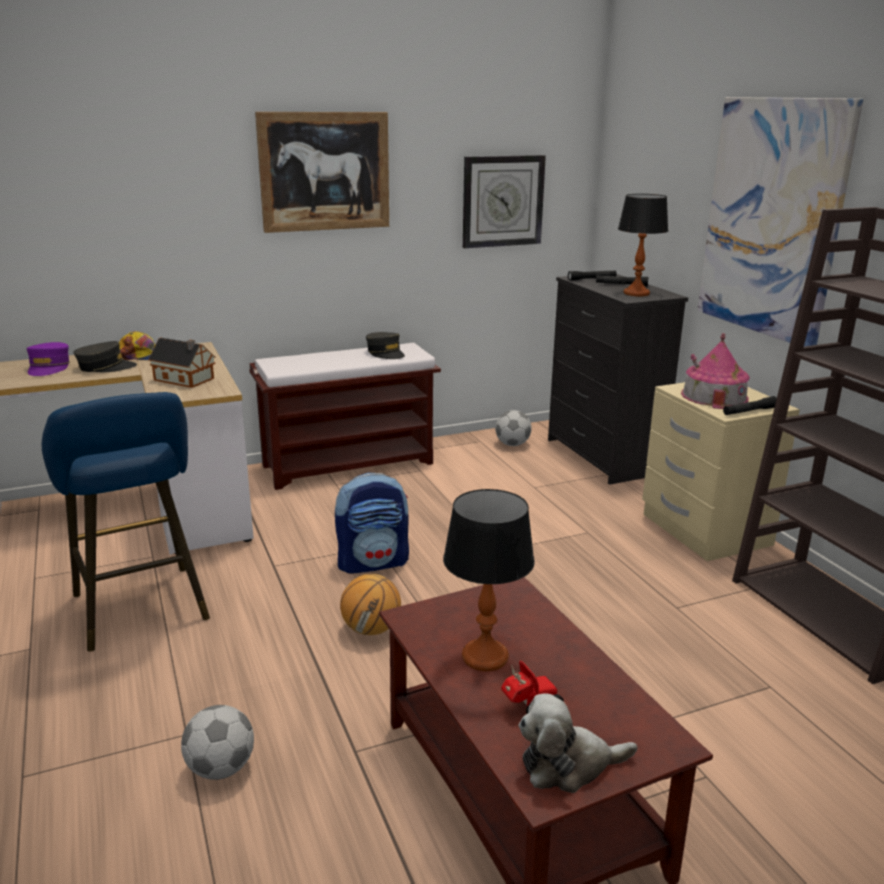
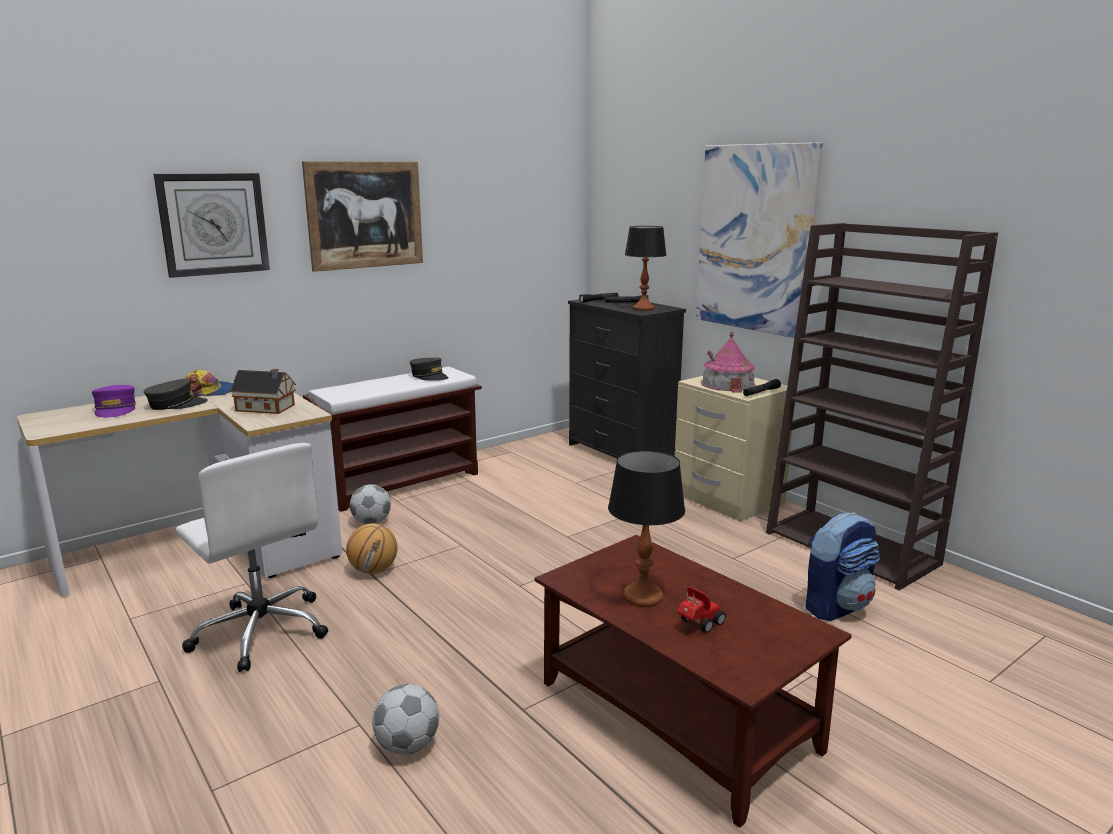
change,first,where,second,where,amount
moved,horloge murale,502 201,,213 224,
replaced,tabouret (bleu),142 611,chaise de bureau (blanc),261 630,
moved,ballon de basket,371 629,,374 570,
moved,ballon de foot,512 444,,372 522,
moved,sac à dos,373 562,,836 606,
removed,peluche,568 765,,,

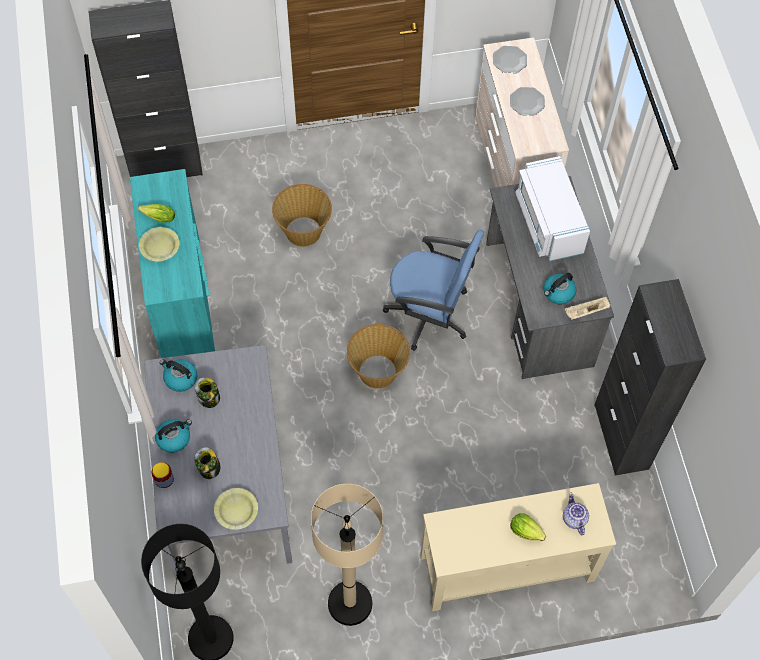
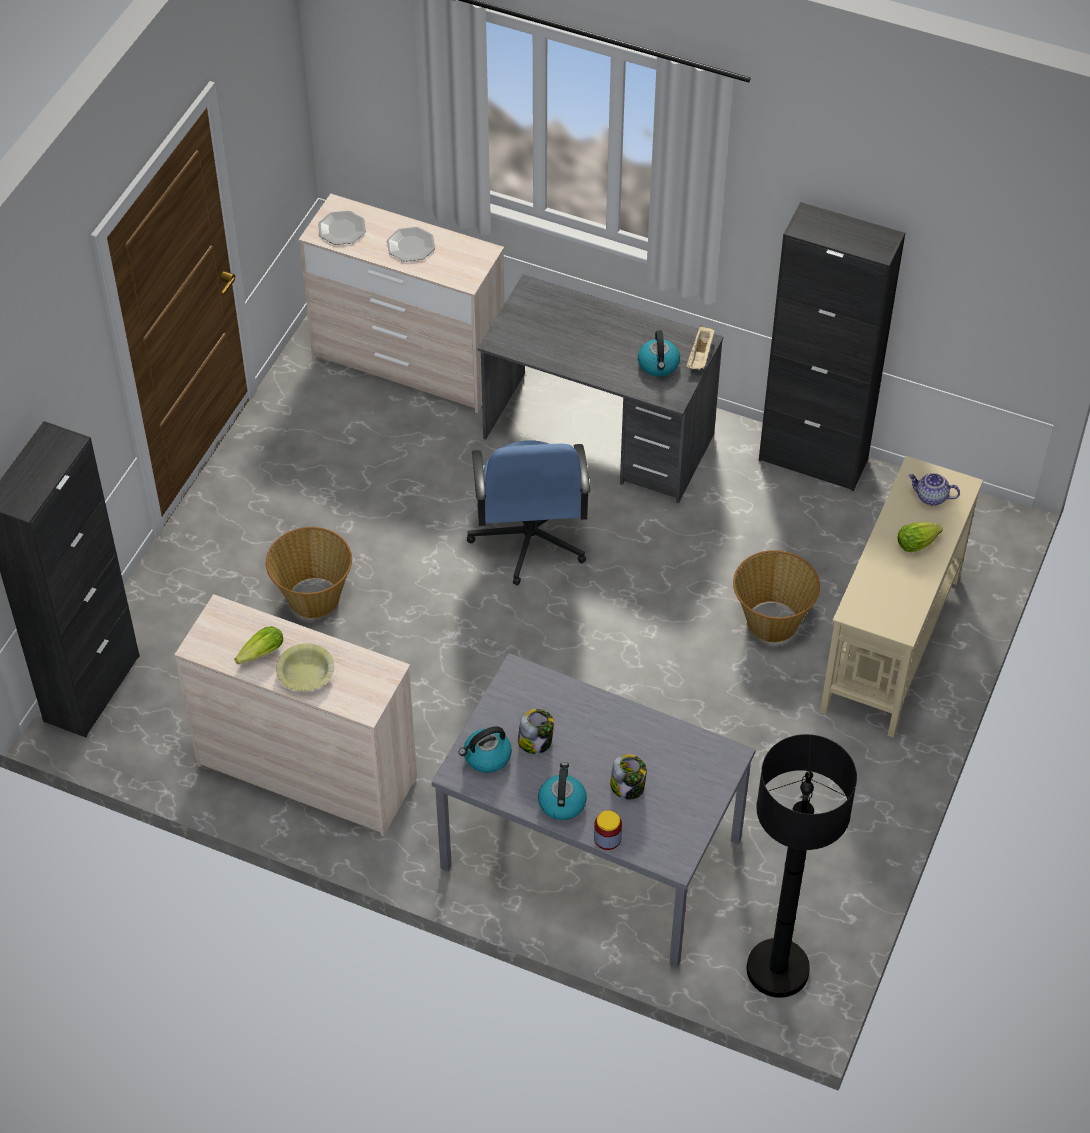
change,first,where,second,where,amount
recoloured,commode (turquoise),183 302,commode (beige),308 769,
turned,chaise de bureau (bleu),430 314,,529 539,120 degrees clockwise
moved,panier,378 371,,772 620,
removed,bol (jaune),236 511,,,
removed,lampadaire (beige),350 603,,,
removed,micro-ondes (blanc),548 222,,,

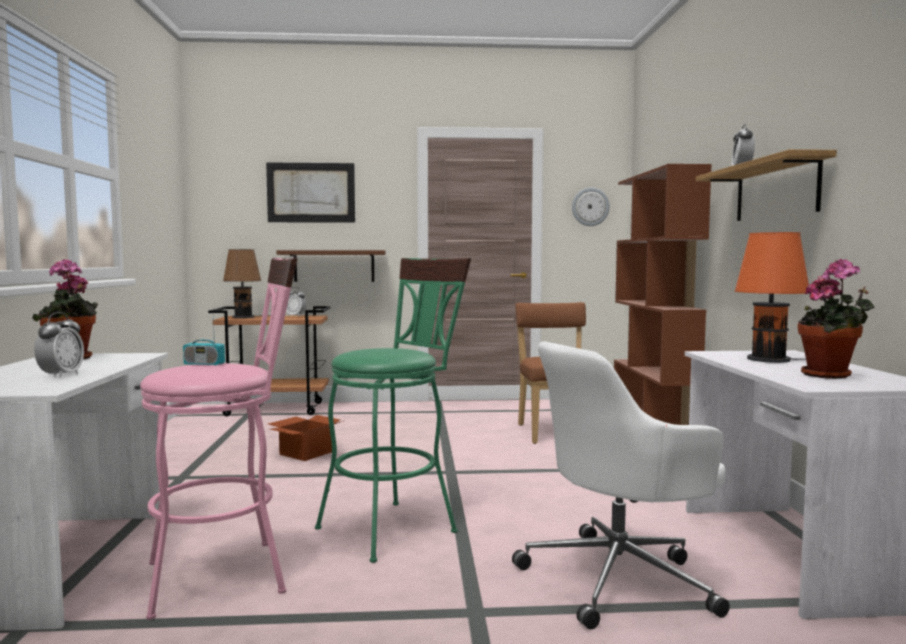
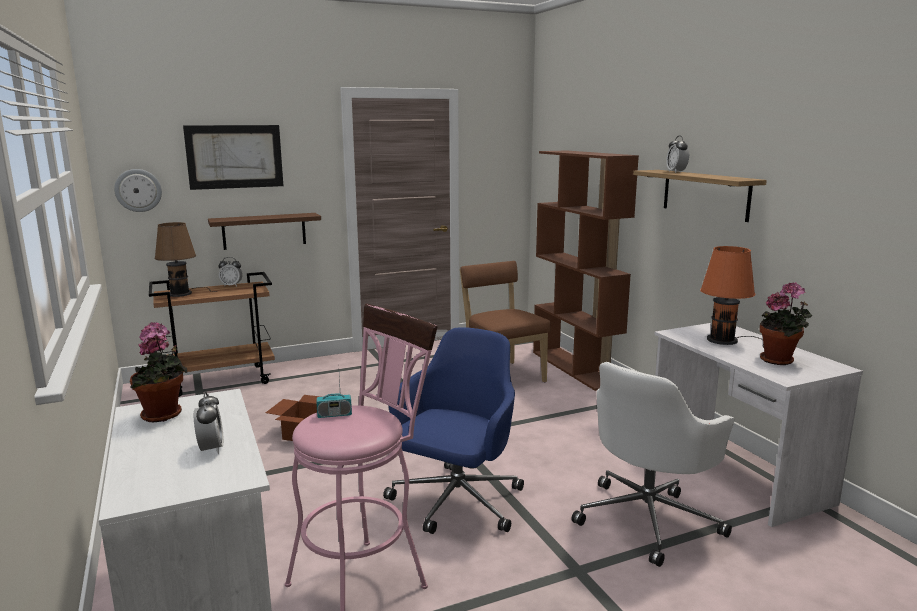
change,first,where,second,where,amount
moved,horloge murale,590 207,,138 190,
replaced,tabouret (vert),395 526,chaise de bureau (bleu),456 503,

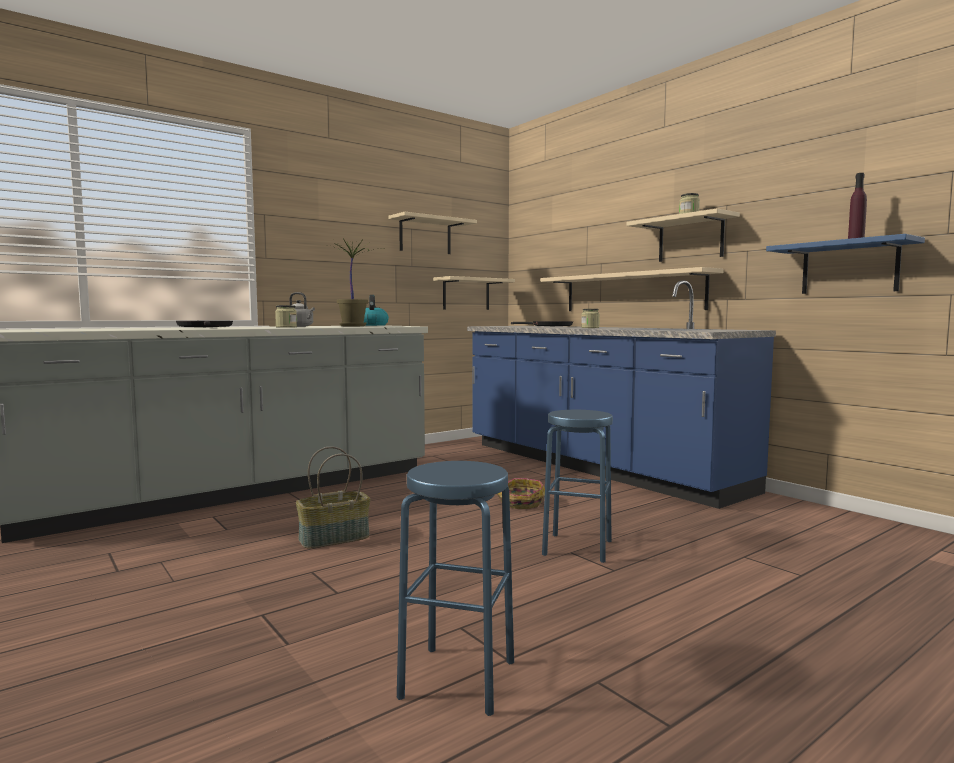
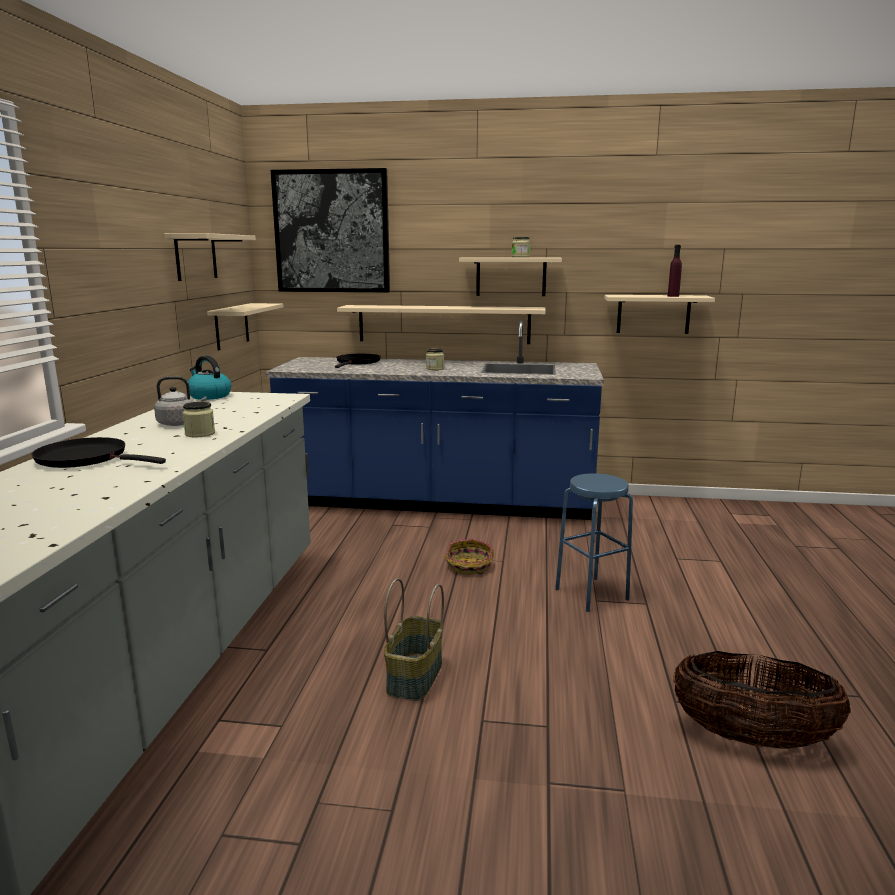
change,first,where,second,where,amount
added,,,tableau,332 232,
recoloured,étagère (bleu),849 268,étagère (beige),653 314,
replaced,tabouret (bleu),457 679,panier,751 737,
removed,plante en pot,354 326,,,

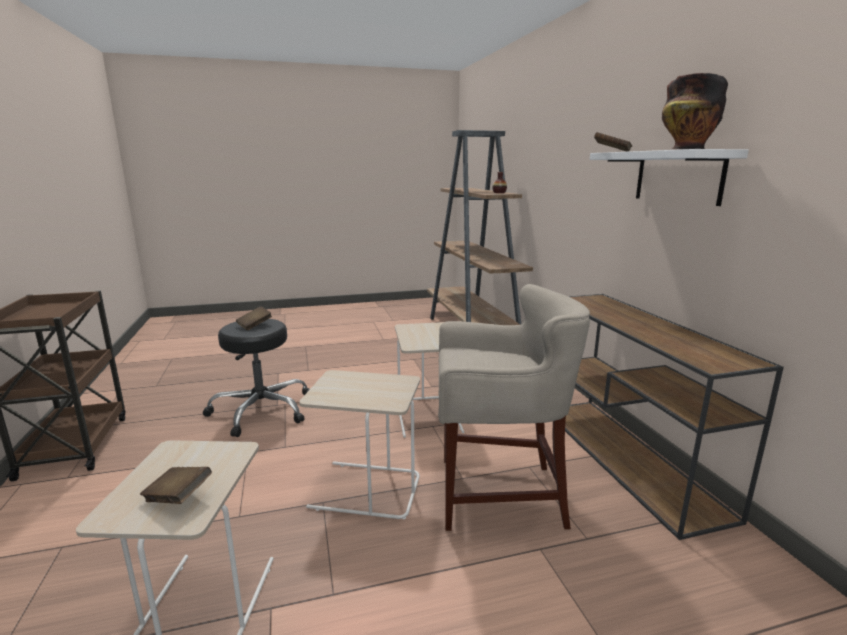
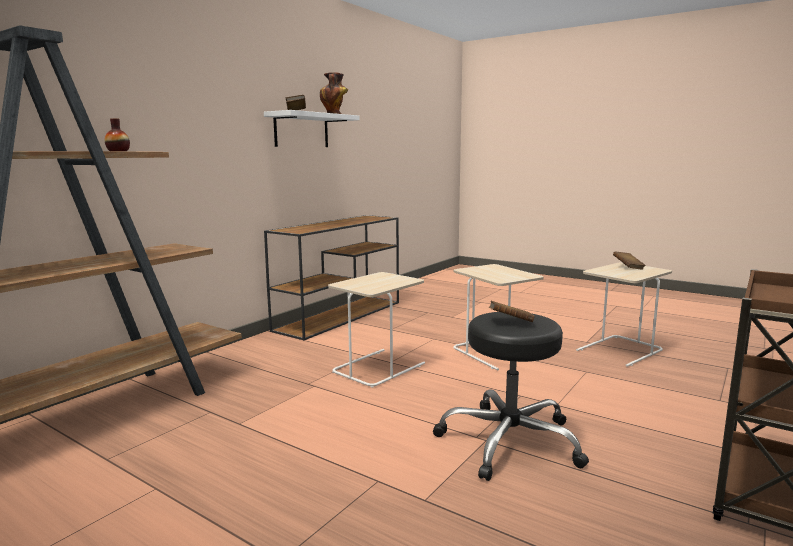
change,first,where,second,where,amount
removed,tabouret (beige),497 493,,,

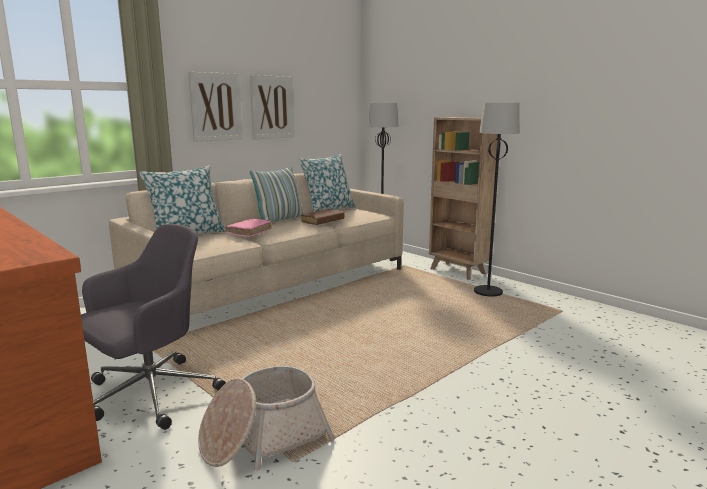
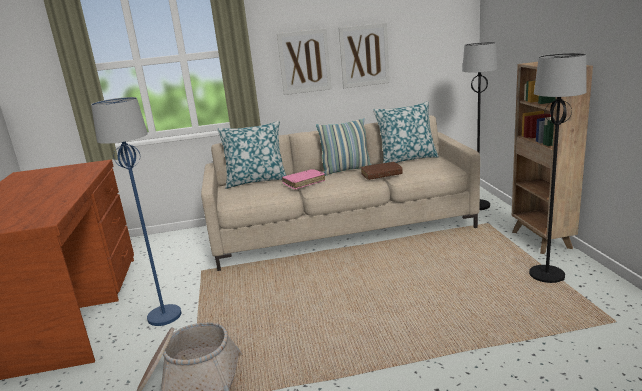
change,first,where,second,where,amount
replaced,chaise de bureau (gris),150 395,lampadaire (bleu),165 316,

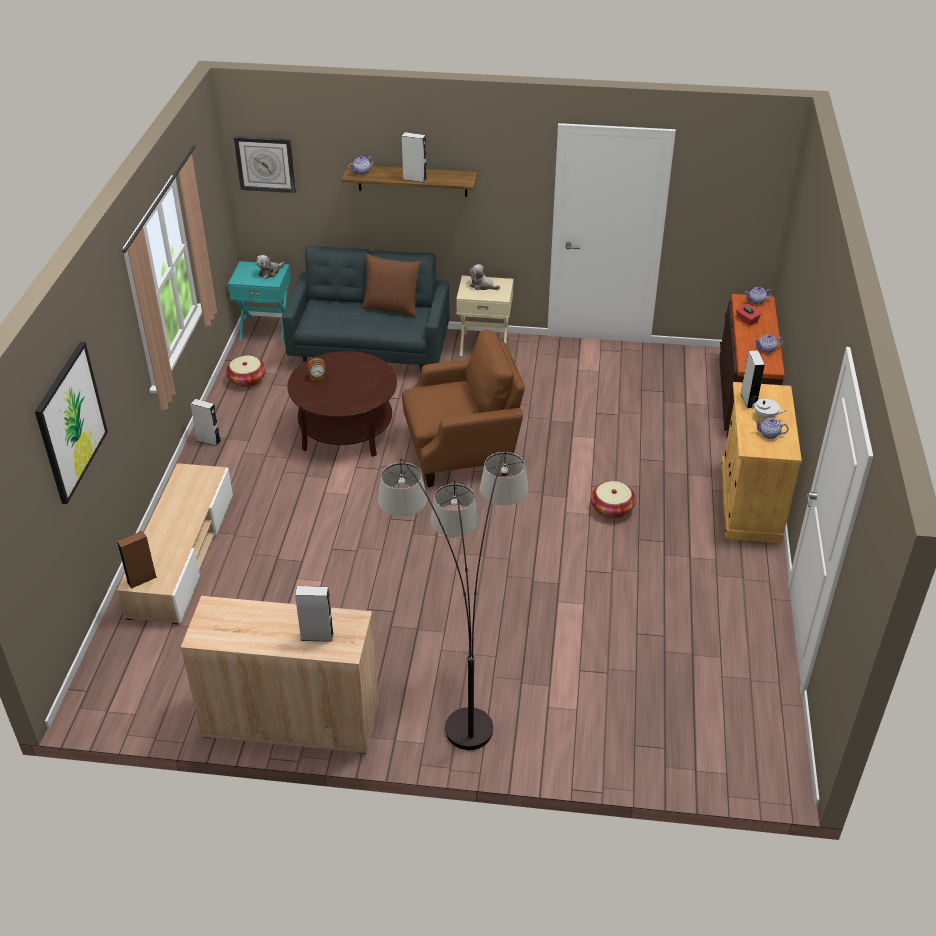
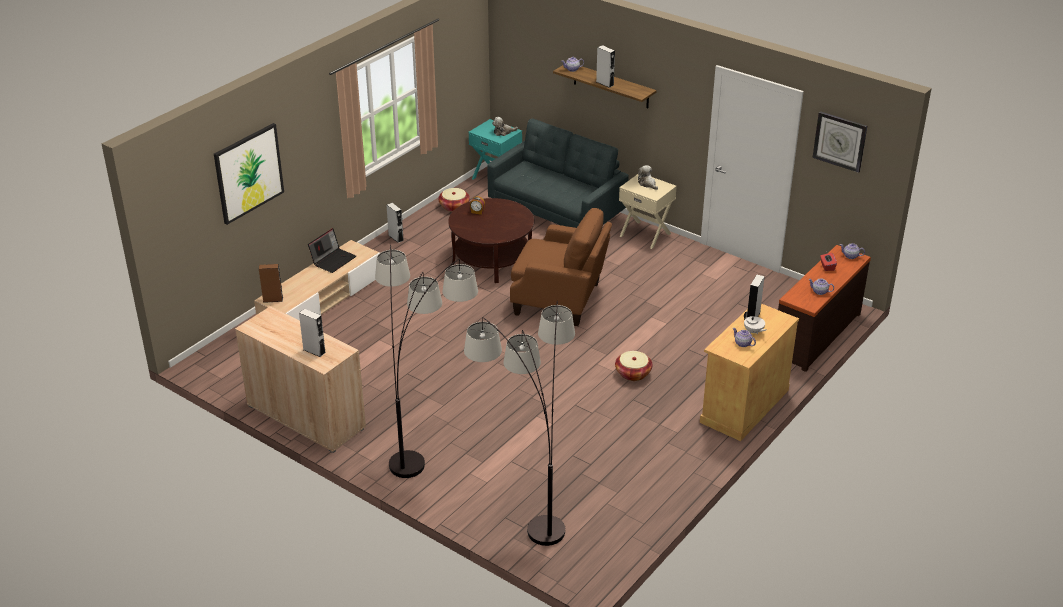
change,first,where,second,where,amount
added,,,ordinateur portable,333 260,
added,,,lampadaire,528 501,
moved,horloge murale,265 164,,840 141,
removed,coussin (marron),392 308,,,

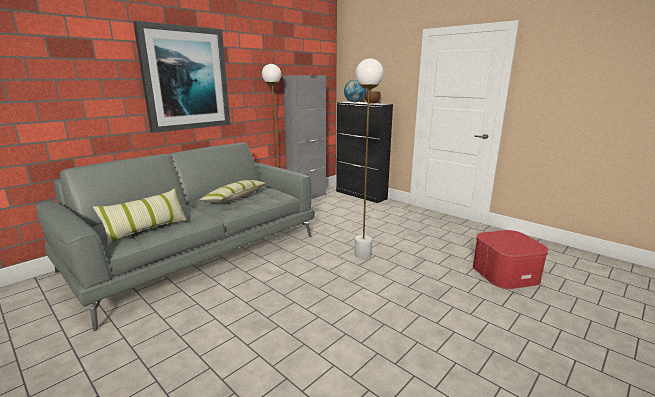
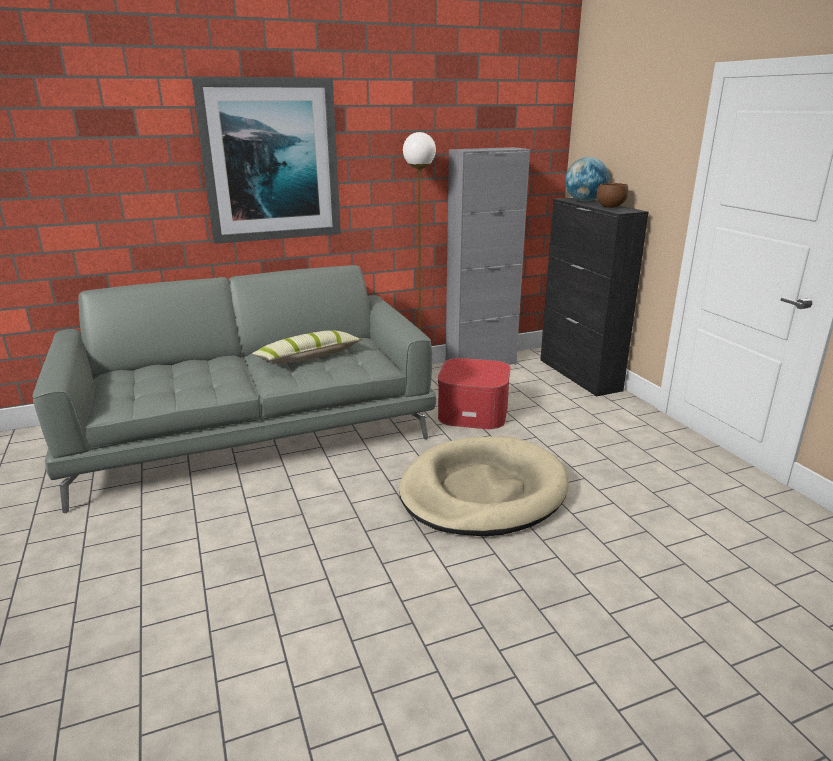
change,first,where,second,where,amount
replaced,lampadaire (blanc),362 255,panier pour chien (beige),482 491,
moved,pouf,505 273,,473 412,
removed,coussin,147 229,,,

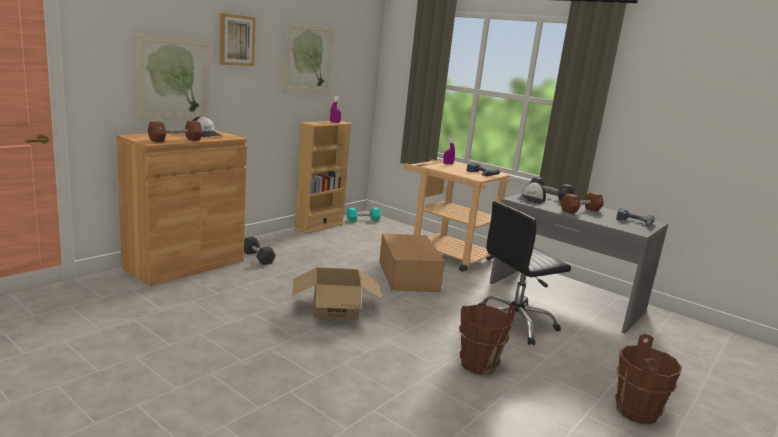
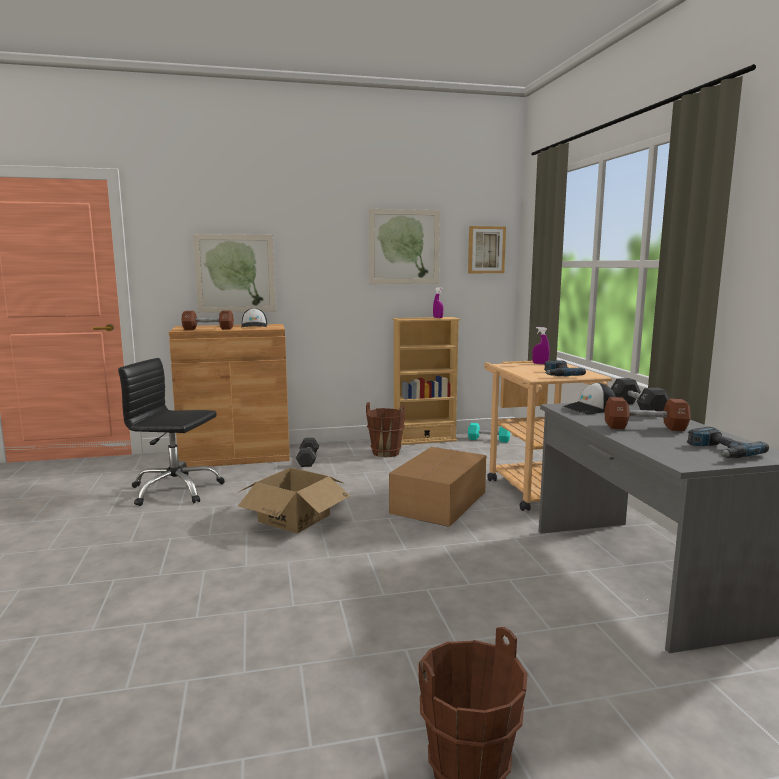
change,first,where,second,where,amount
moved,chaise de bureau (noir),514 323,,175 490,
moved,seau (marron),478 365,,386 453,
moved,tableau,236 40,,486 250,

